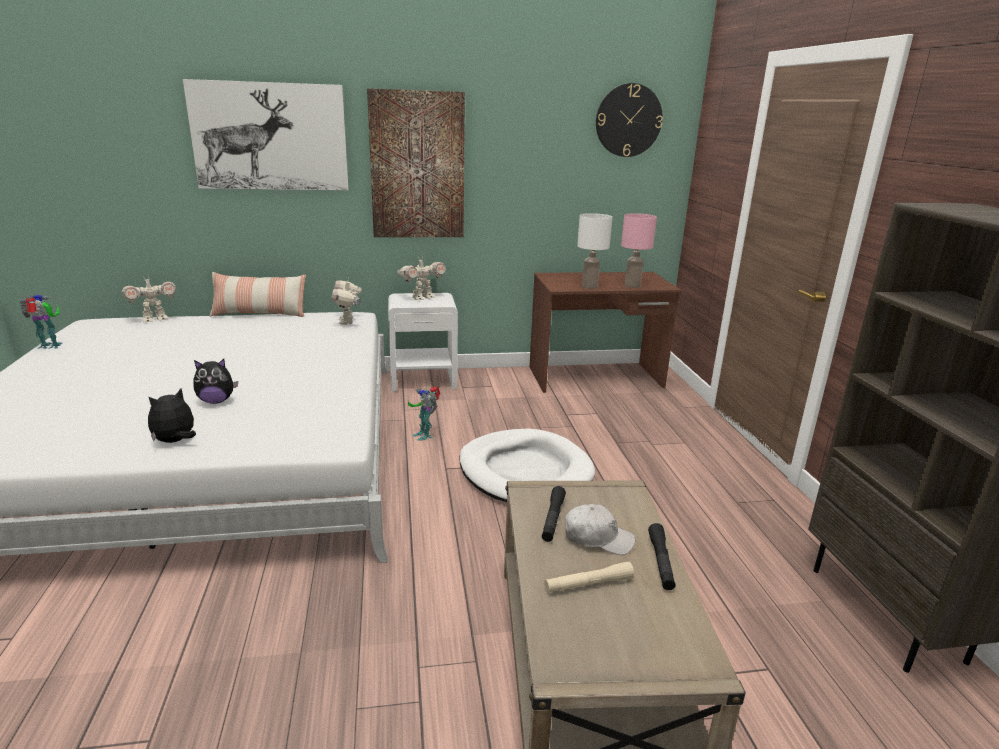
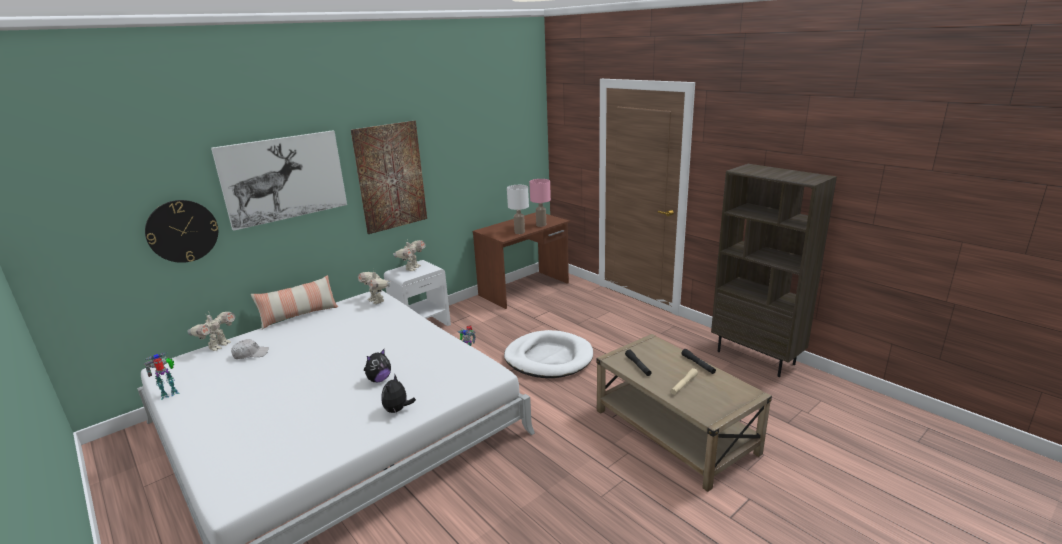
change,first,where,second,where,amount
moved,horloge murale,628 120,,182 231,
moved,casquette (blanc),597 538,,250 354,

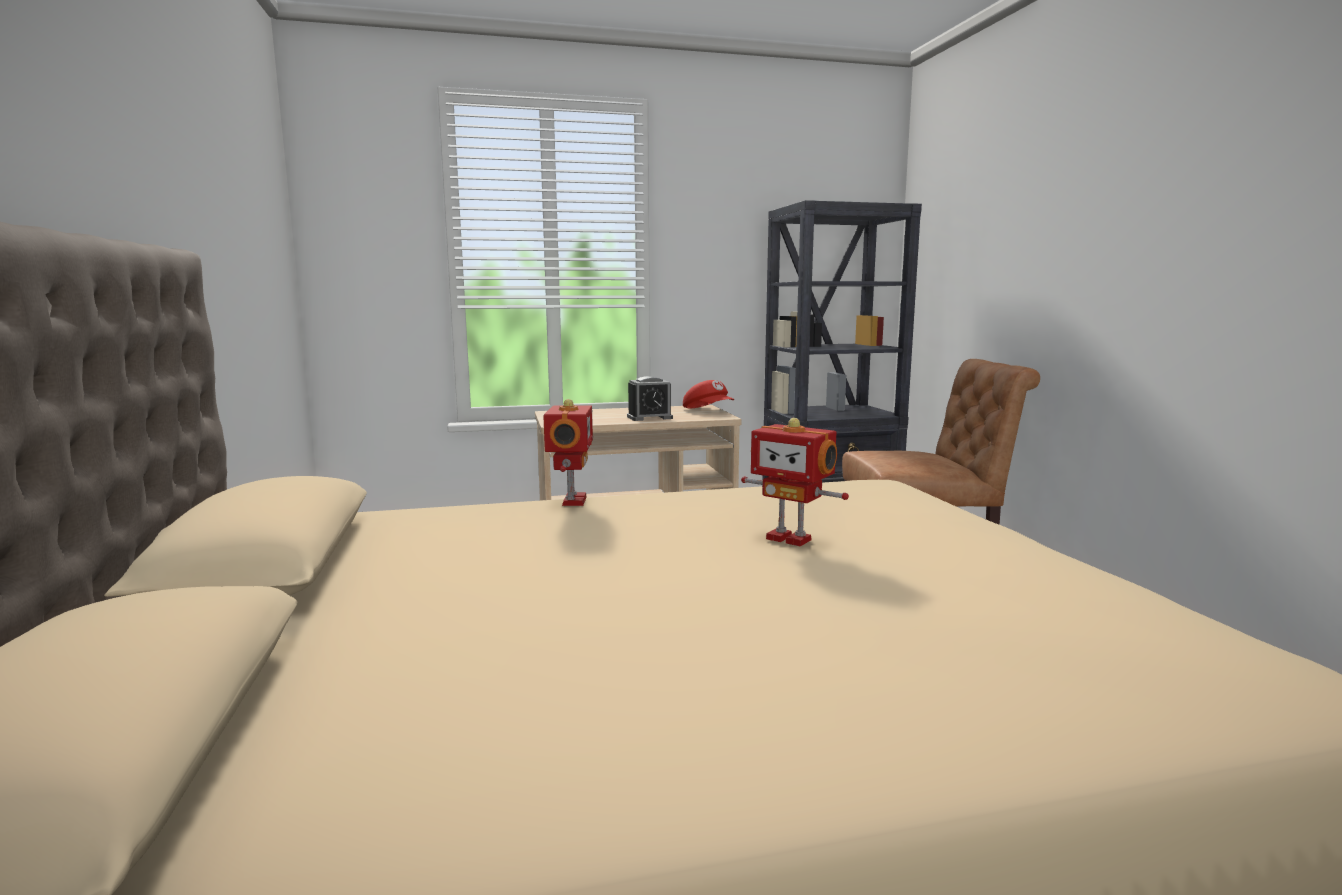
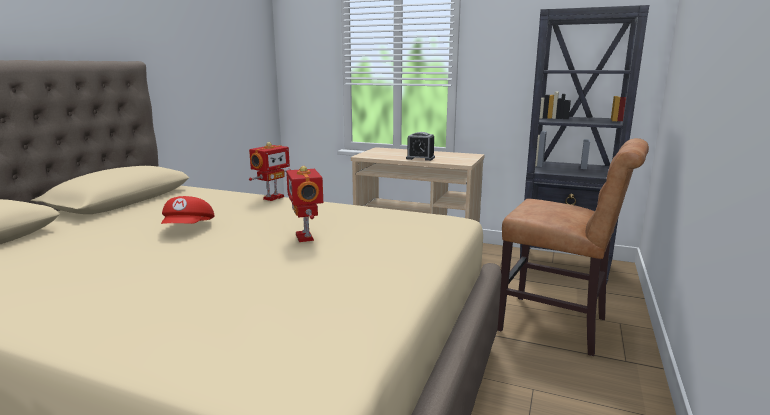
change,first,where,second,where,amount
moved,casquette (rouge),708 410,,189 228,

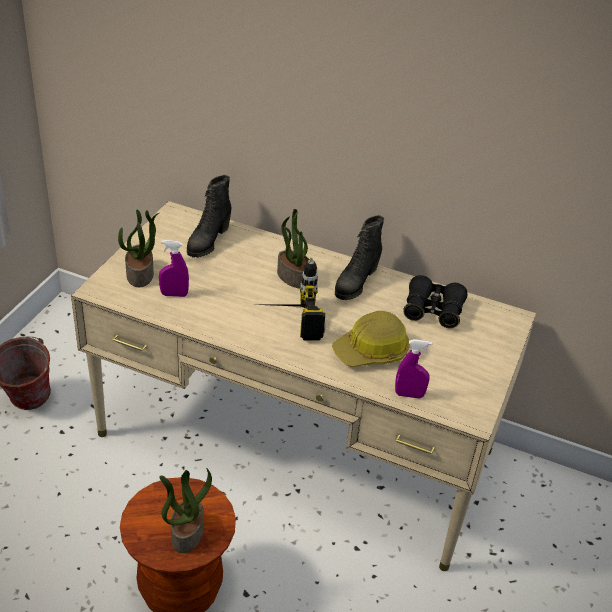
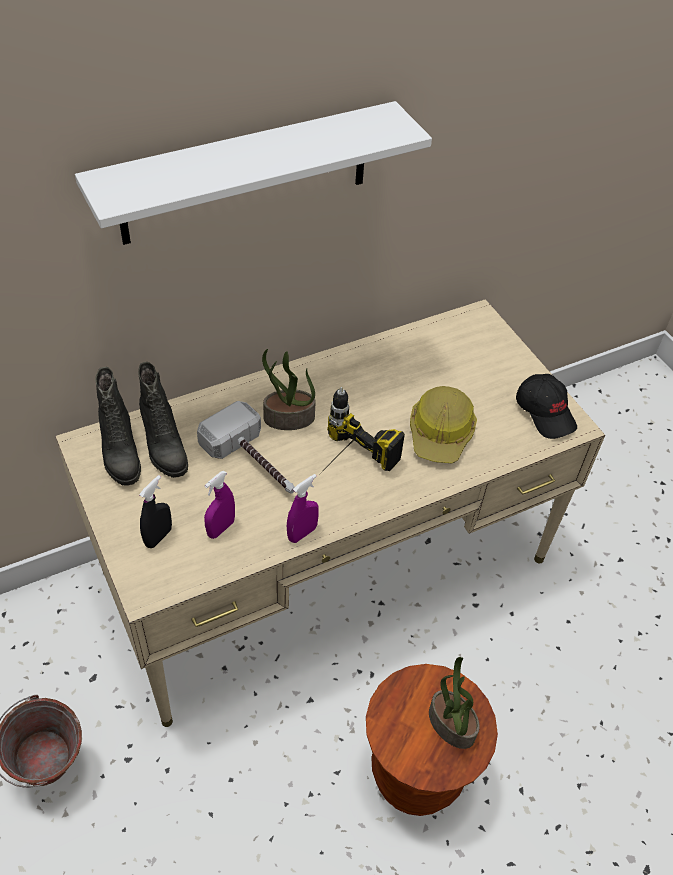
change,first,where,second,where,amount
added,,,étagère (blanc),246 174,
moved,botte (noir),355 283,,119 453,
replaced,plante en pot,140 274,vaporisateur (noir),158 537,
added,,,marteau,254 463,
moved,vaporisateur (violet),409 395,,302 533,
added,,,casquette (noir),545 412,
removed,jumelles (noir),433 311,,,

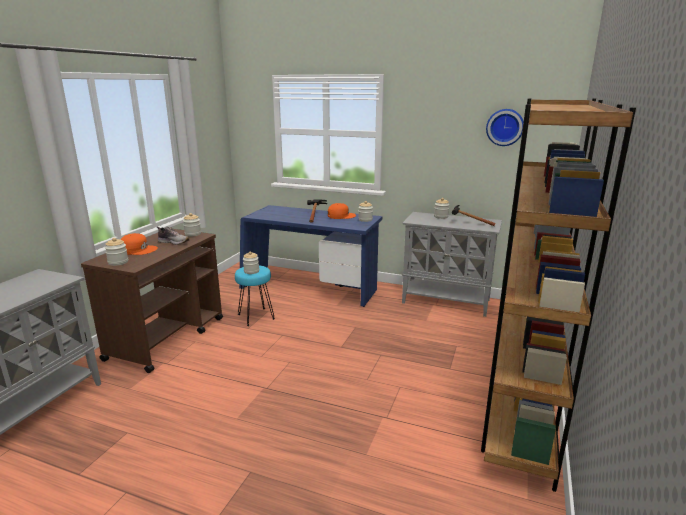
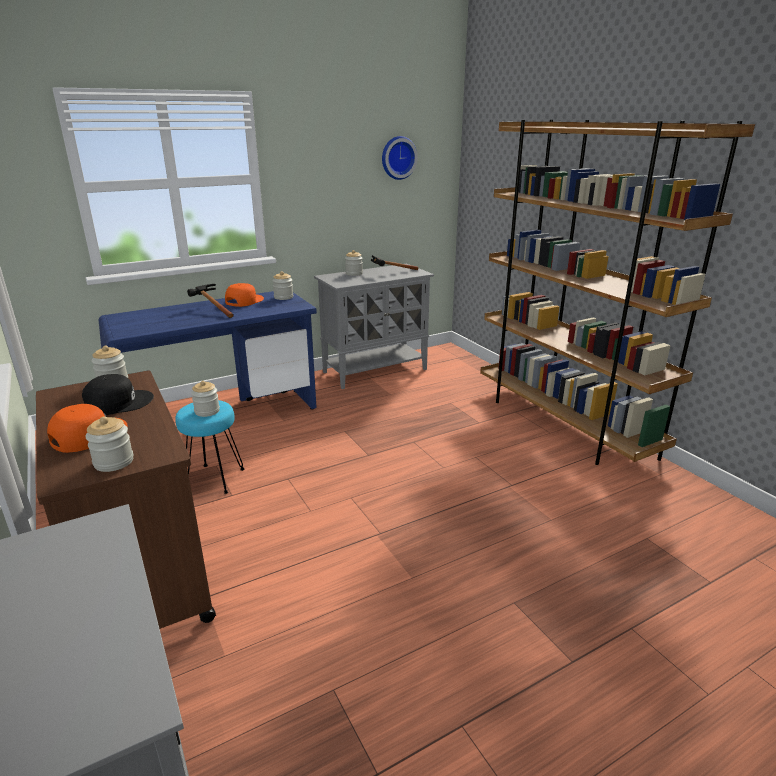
change,first,where,second,where,amount
replaced,chaussure,174 242,casquette (noir),118 402,

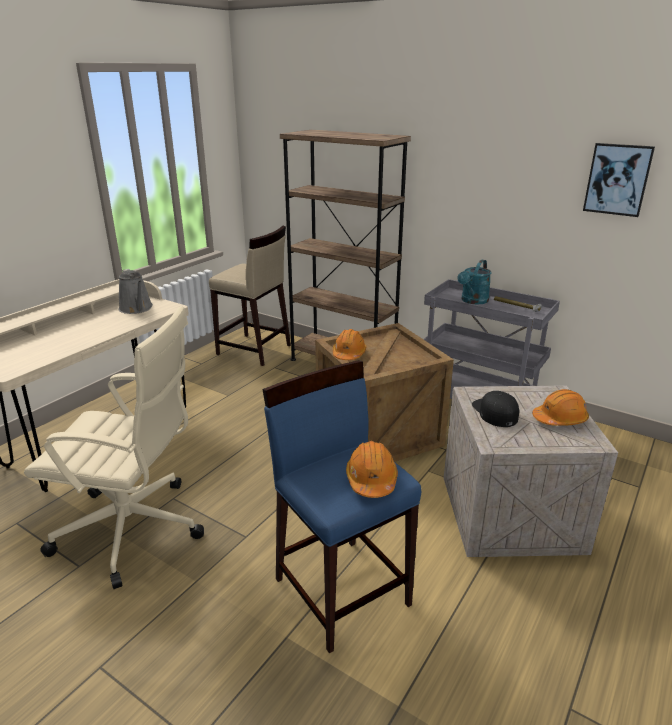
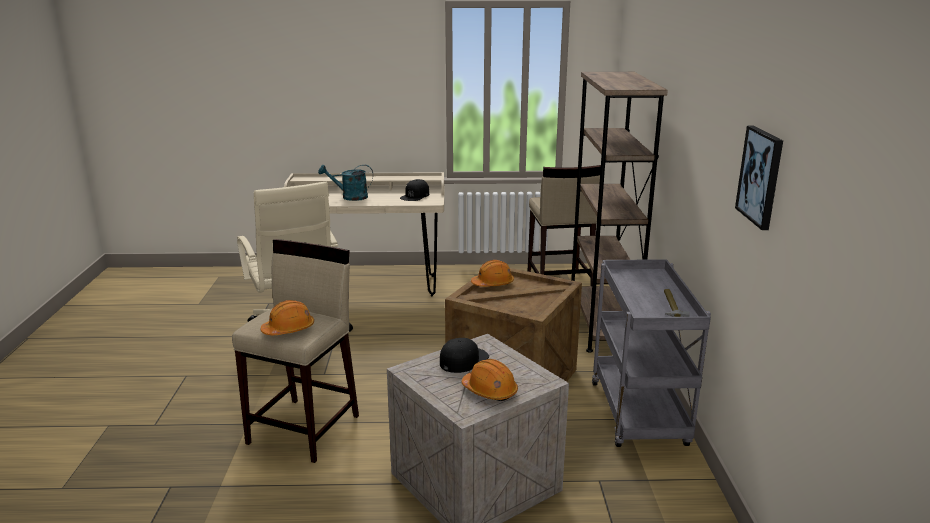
change,first,where,second,where,amount
recoloured,tabouret (bleu),342 590,tabouret (beige),305 429,
moved,arrosoir (turquoise),472 301,,350 197,
replaced,arrosoir (gris),136 309,casquette (noir),415 196,

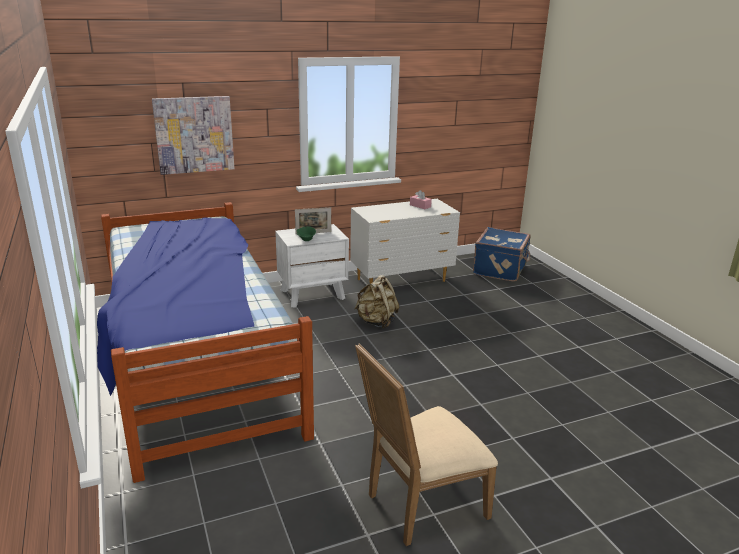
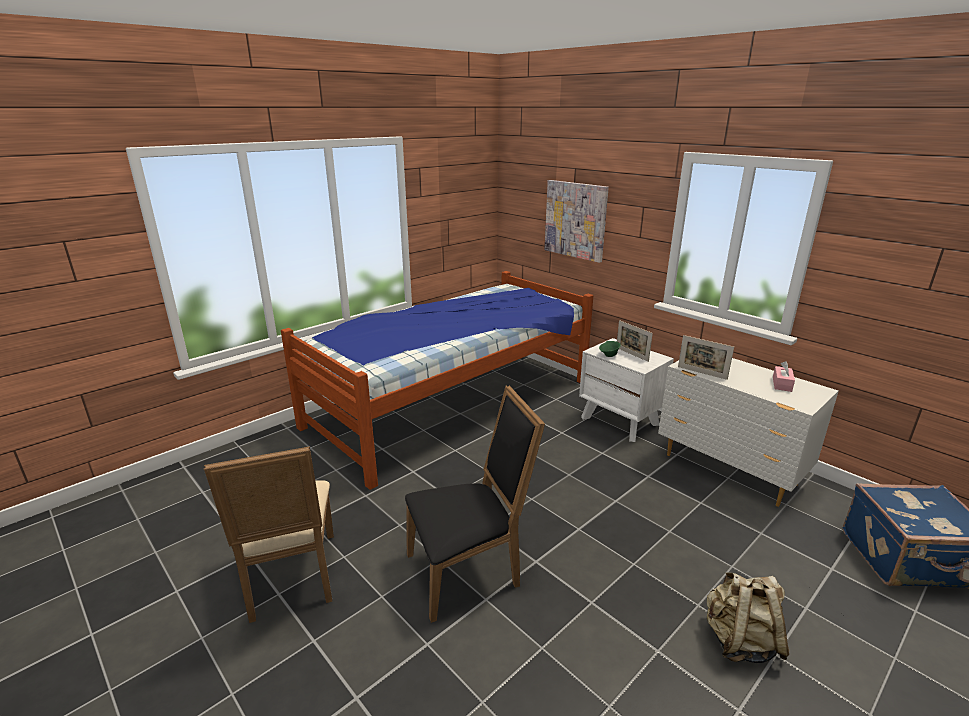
change,first,where,second,where,amount
turned,chaise (beige),420 505,,290 581,150 degrees counterclockwise
added,,,chaise (noir),469 570,
added,,,cadre photo,702 373,
moved,sac à dos (beige),376 322,,739 641,

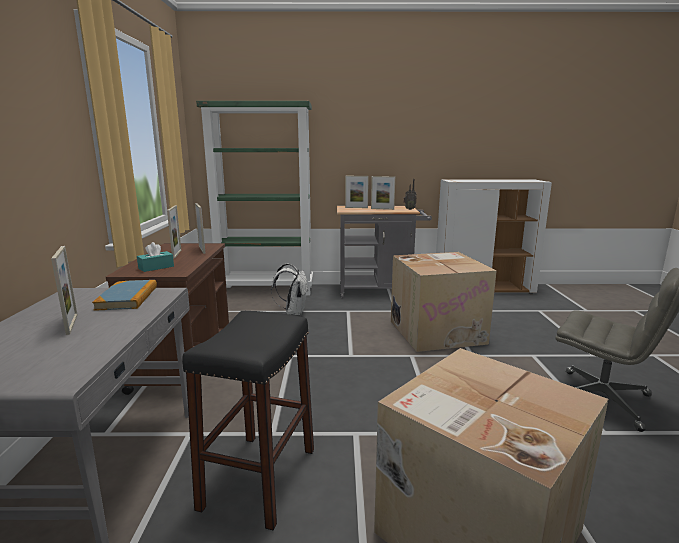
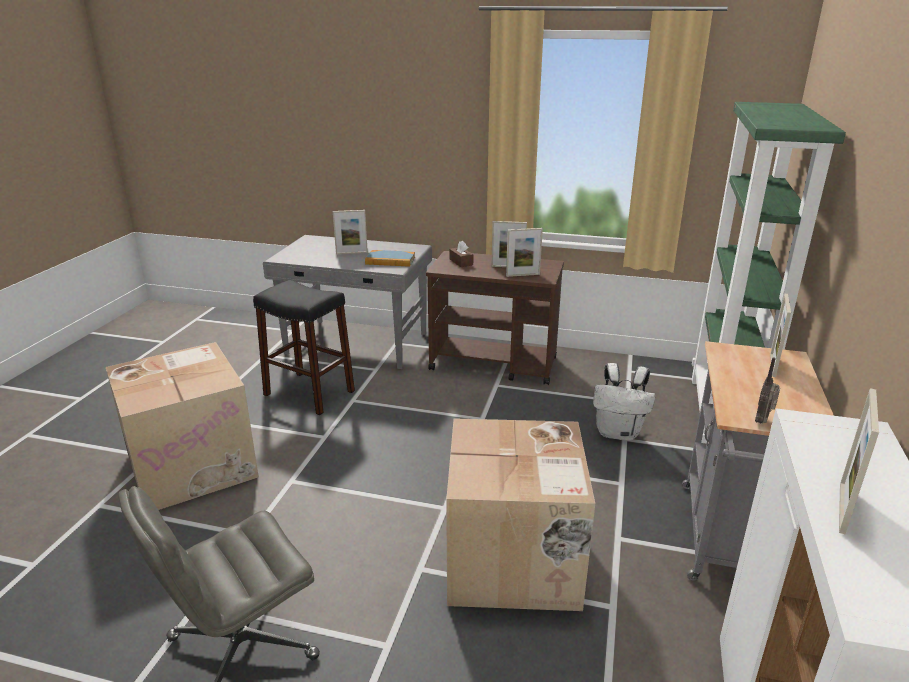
change,first,where,second,where,amount
recoloured,boîte à mouchoirs (turquoise),156 267,boîte à mouchoirs (marron),461 262,
moved,cadre photo,382 209,,842 507,

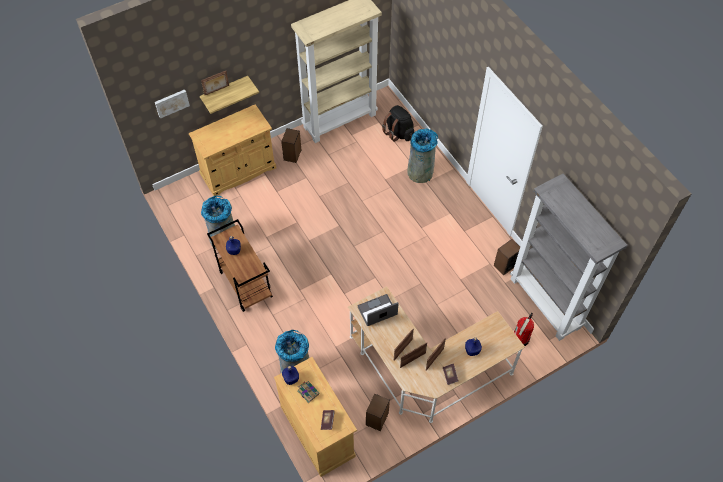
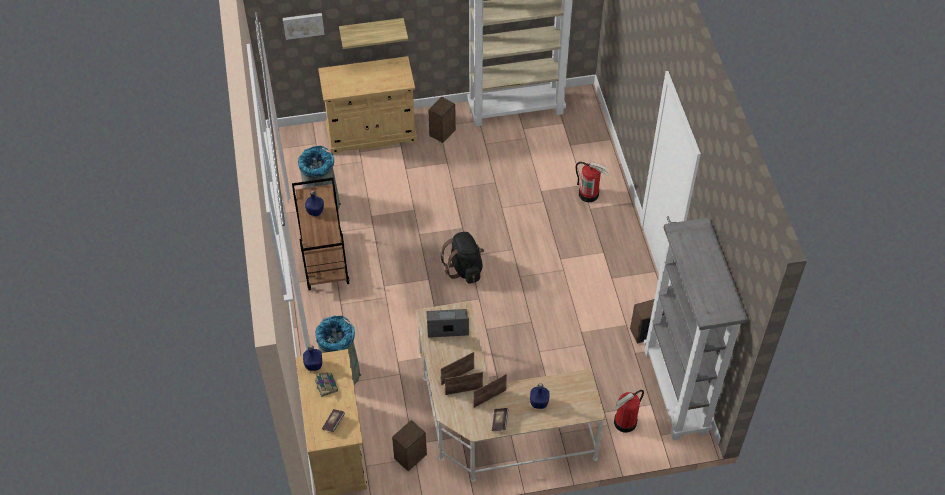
change,first,where,second,where,amount
moved,sac à dos (noir),398 133,,464 268,
replaced,poubelle (gris),420 171,extincteur,589 194,
removed,cadre photo,217 90,,,

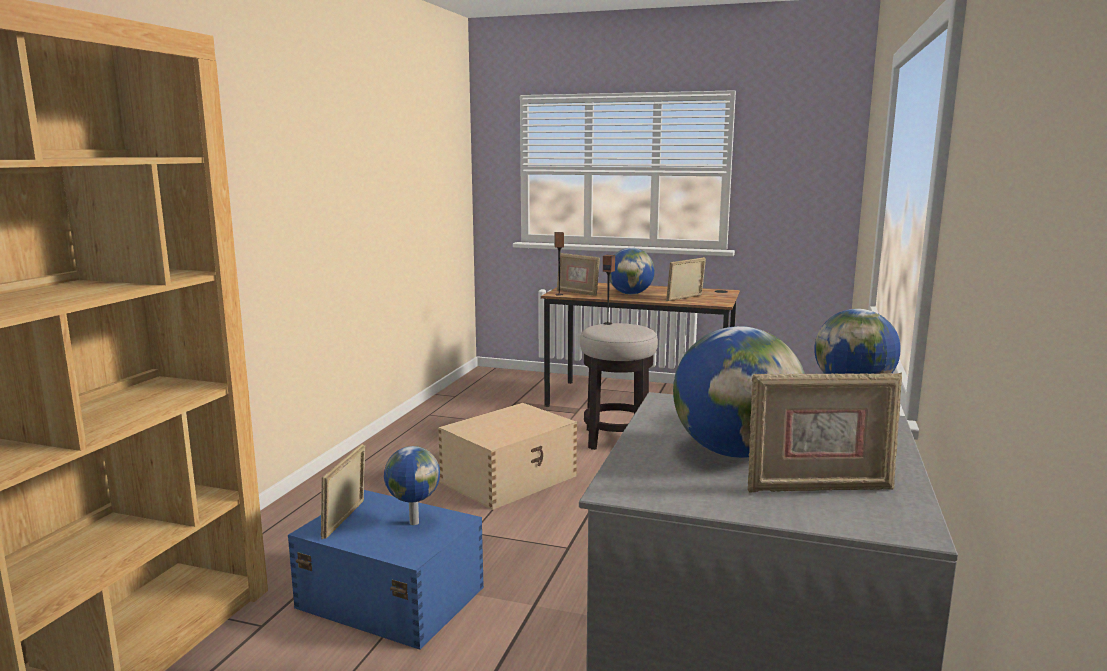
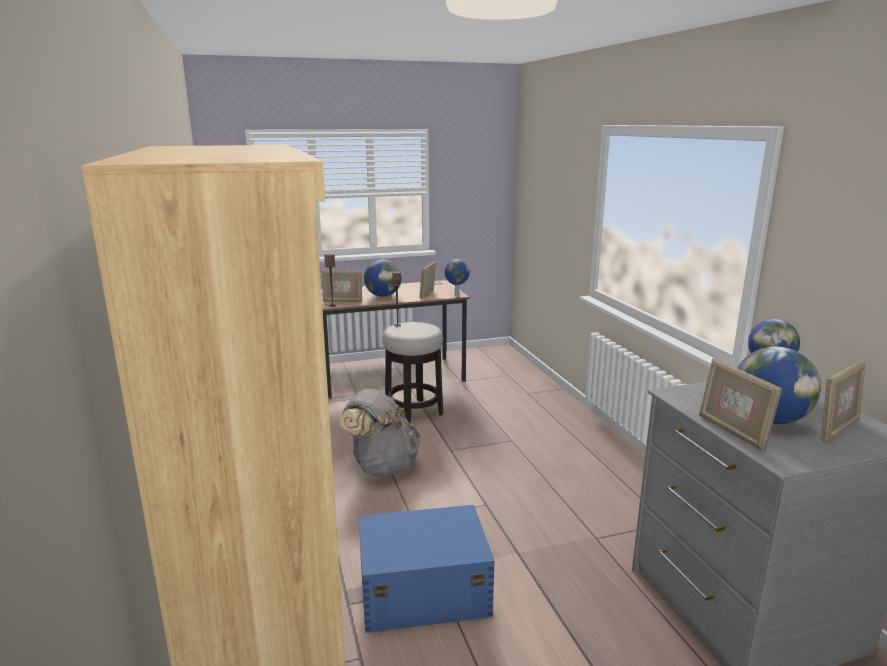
change,first,where,second,where,amount
replaced,boîte de rangement (beige),510 479,sac à dos (gris),382 467,
moved,globe,413 522,,456 295,
moved,cadre photo,346 520,,732 432,

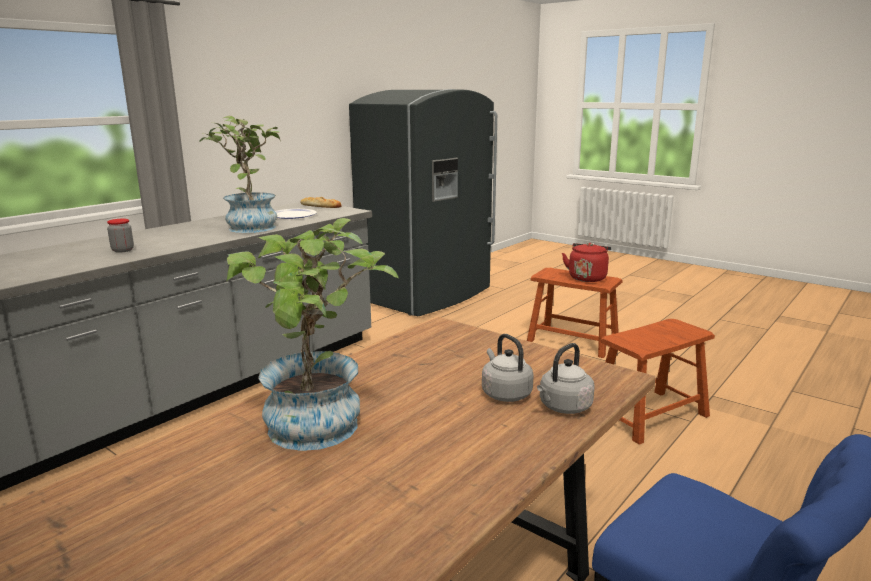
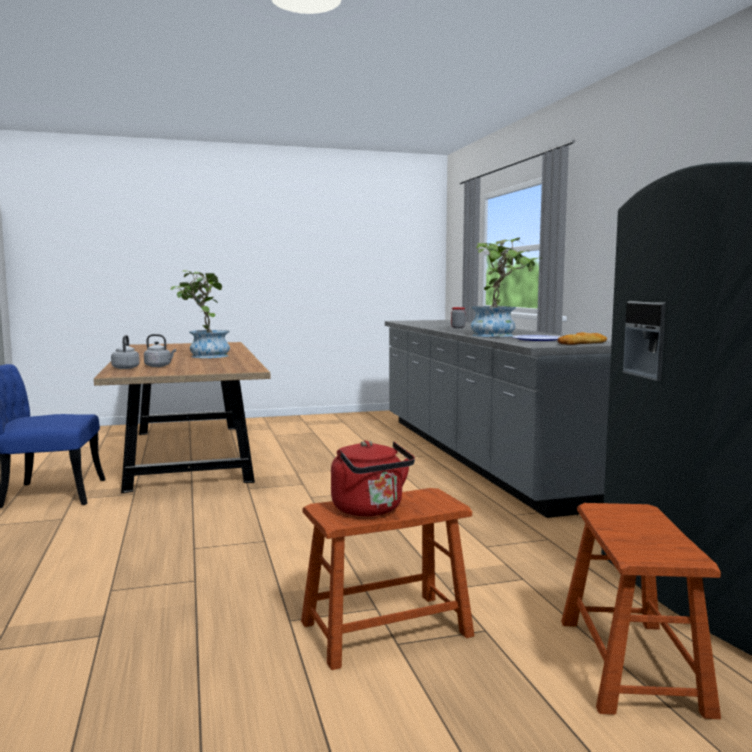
change,first,where,second,where,amount
moved,tabouret (marron),649 416,,631 664,

